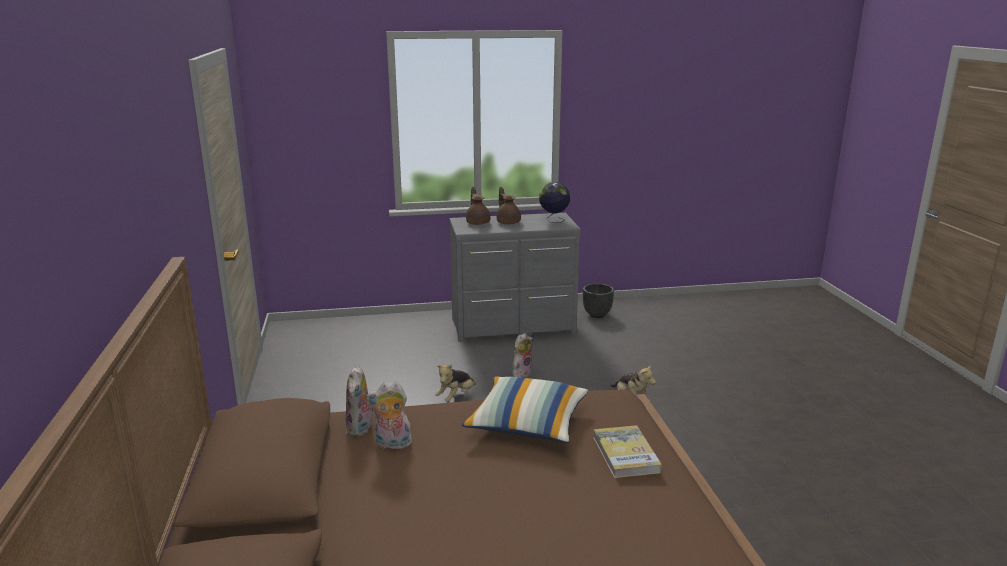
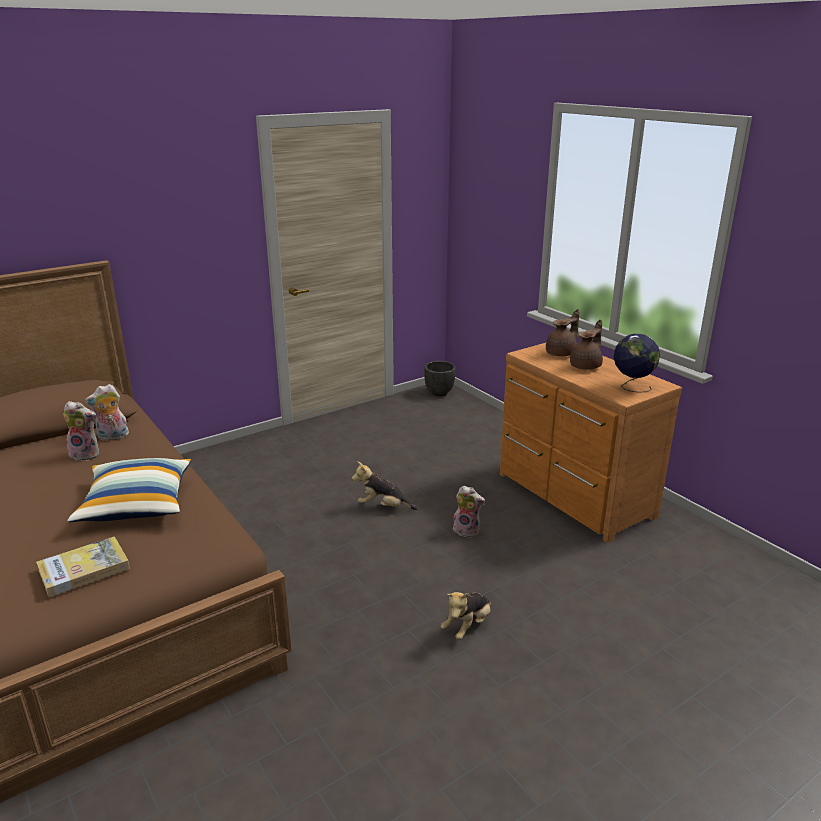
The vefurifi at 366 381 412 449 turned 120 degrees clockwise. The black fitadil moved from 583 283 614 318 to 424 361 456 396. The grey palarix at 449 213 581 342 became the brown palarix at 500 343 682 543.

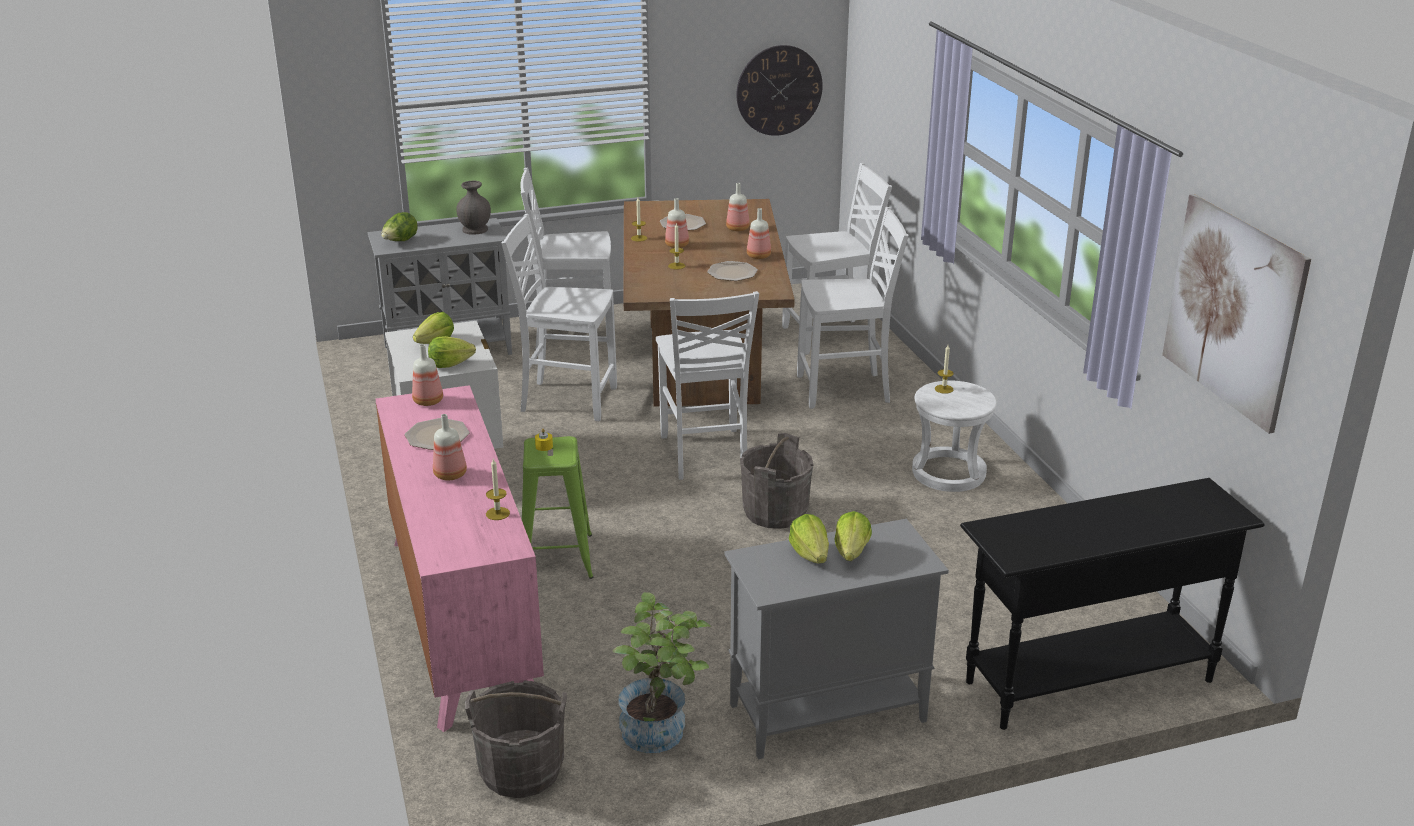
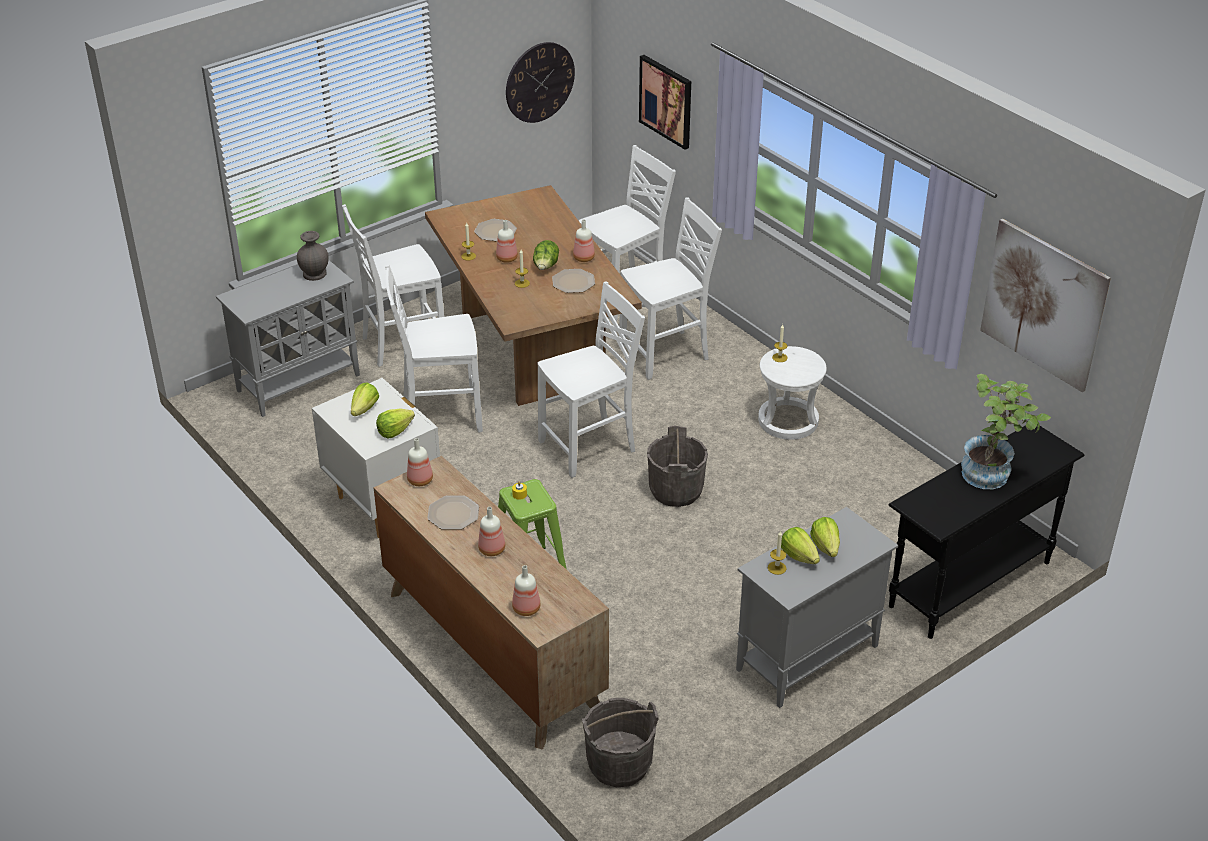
The pink palarix at 375 385 544 732 became the brown palarix at 373 456 609 750. The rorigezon moved from 726 183 750 231 to 512 565 540 616. The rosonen moved from 381 212 418 241 to 533 240 559 270. The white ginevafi at 656 291 759 480 turned 90 degrees counterclockwise. The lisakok at 639 55 691 150 appeared. The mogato moved from 486 458 510 520 to 768 530 787 575. The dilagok moved from 613 592 712 753 to 961 374 1051 489.

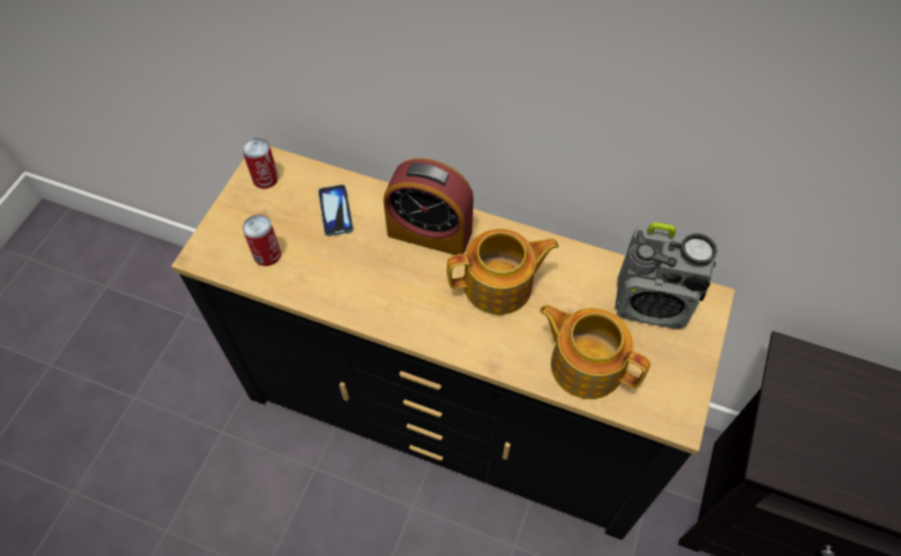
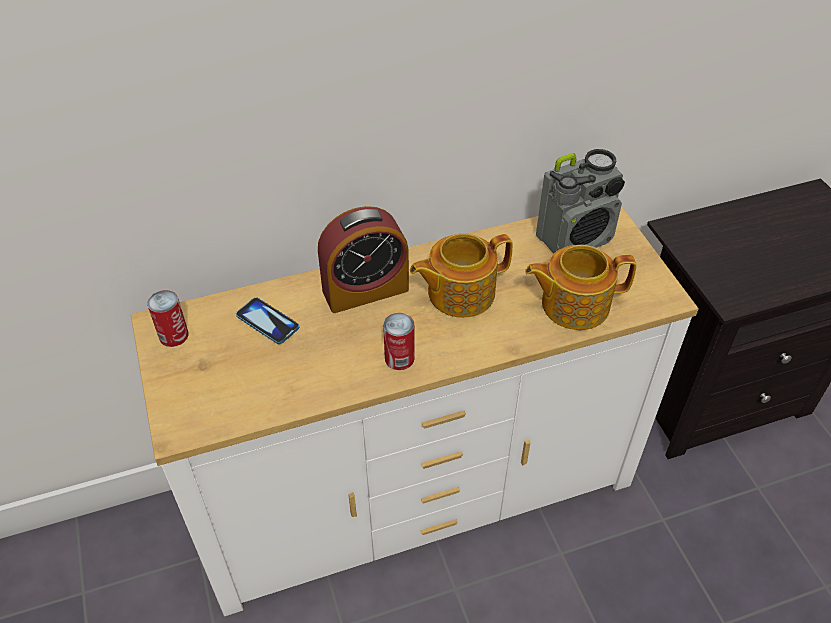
The black palarix at 171 146 735 540 became the white palarix at 131 206 699 616. The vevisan moved from 242 215 281 266 to 383 313 415 370. The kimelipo at 447 229 559 315 turned 150 degrees counterclockwise.

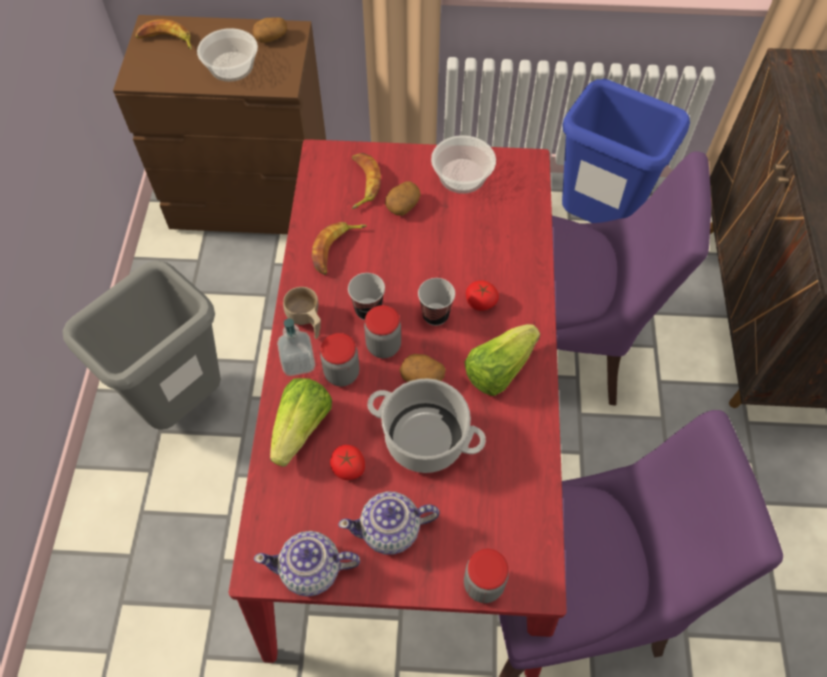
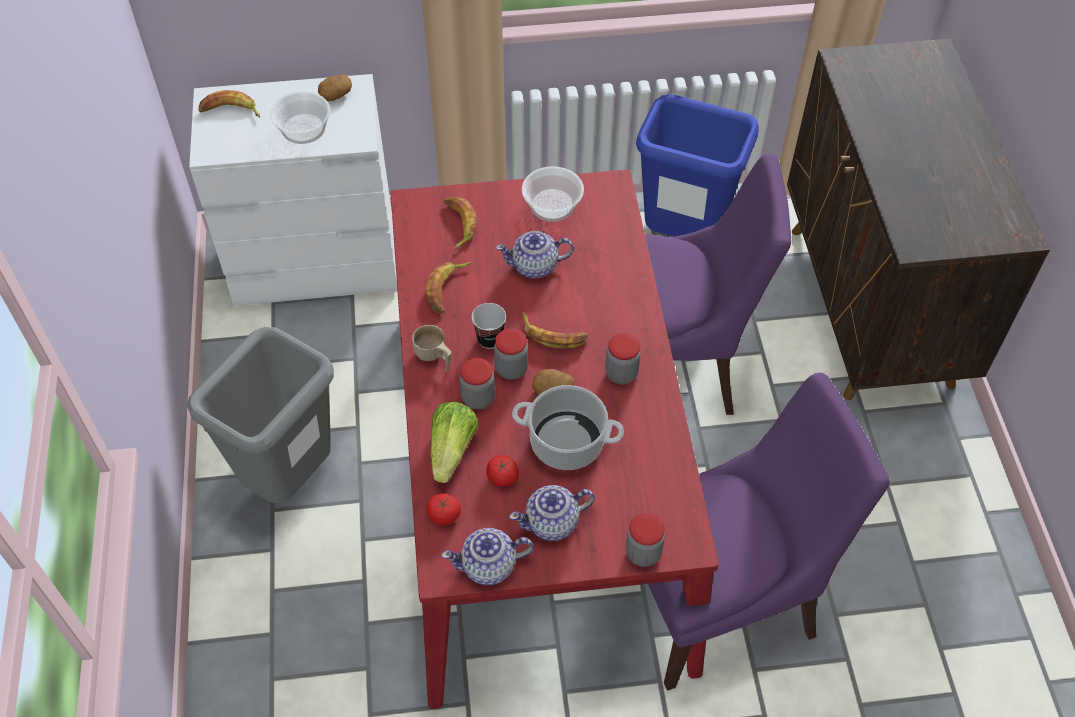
The brown palarix at 113 15 326 234 became the white palarix at 189 74 397 306. The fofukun moved from 466 280 499 311 to 426 493 461 526. The kimelipo at 496 231 574 278 appeared. The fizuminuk at 418 278 455 326 was replaced by the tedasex at 523 312 589 349. The rosonen at 465 324 540 396 was replaced by the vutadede at 605 333 641 384. The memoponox at 277 319 315 376 disappeared. The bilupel at 385 181 421 216 disappeared.

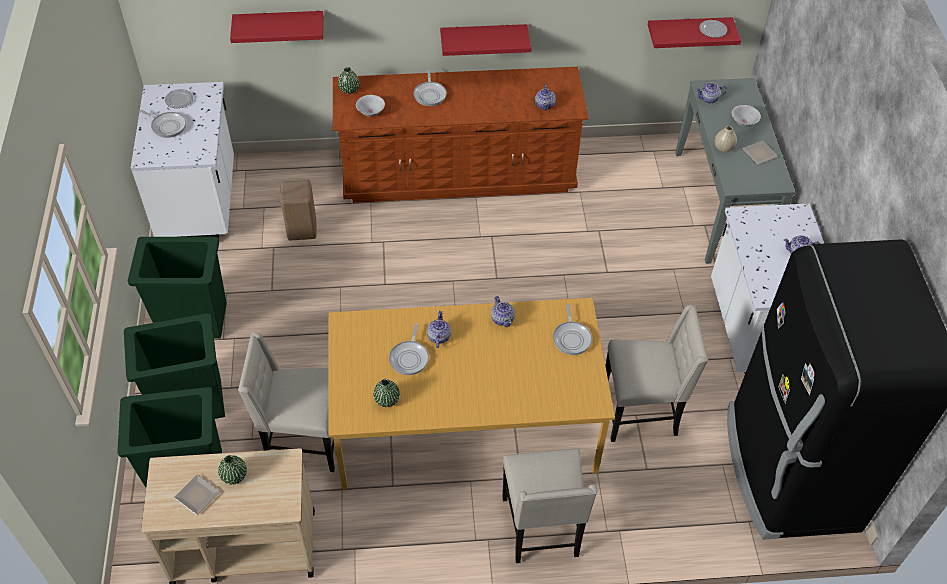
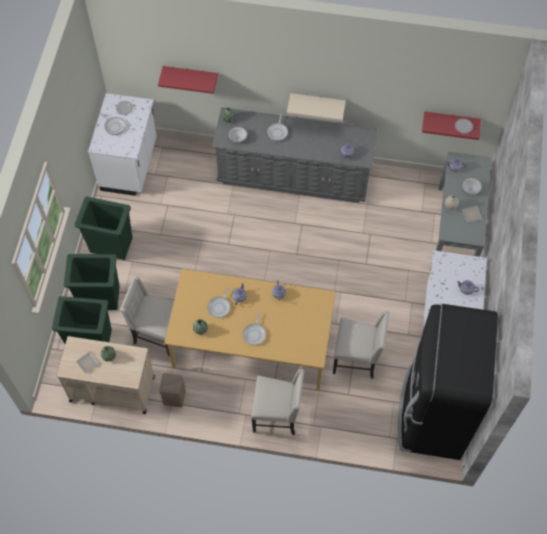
The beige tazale moved from 281 180 317 241 to 159 373 186 407. The brown palarix at 333 67 589 203 became the grey palarix at 212 107 377 203. The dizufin moved from 553 304 592 355 to 243 312 266 345. The beige ginevafi at 502 449 598 563 turned 90 degrees counterclockwise. The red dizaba at 440 24 531 56 became the beige dizaba at 287 93 346 121.

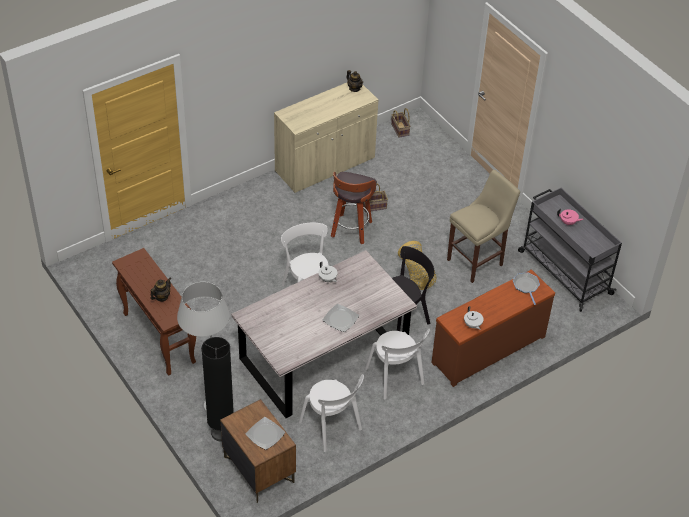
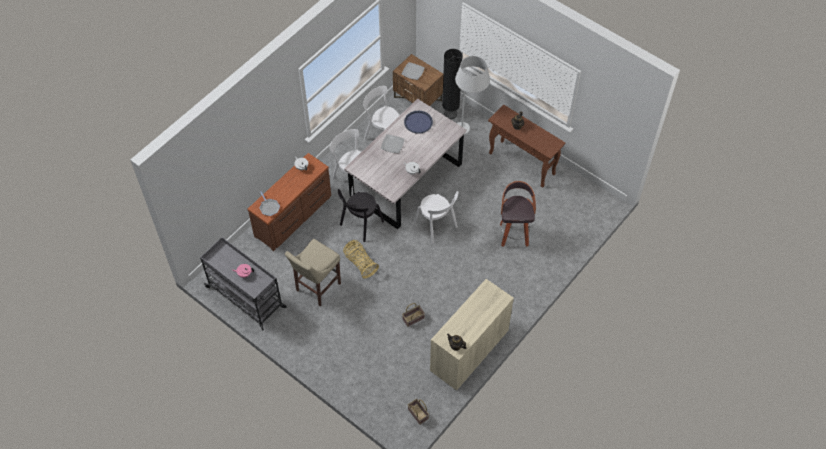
The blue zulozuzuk at 404 111 433 134 appeared. The tazale moved from 331 172 377 244 to 500 181 536 247.

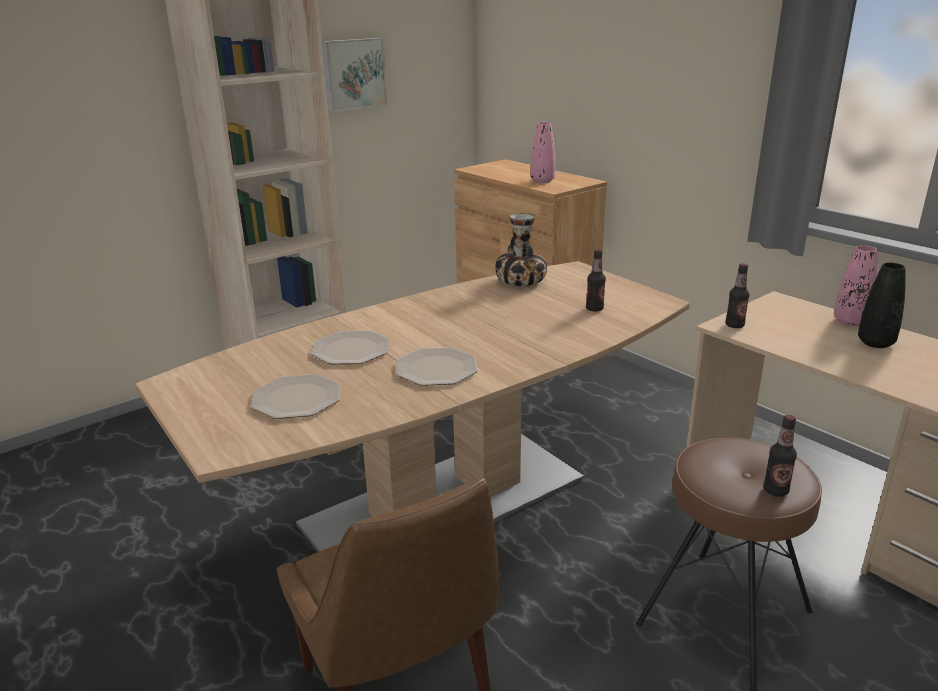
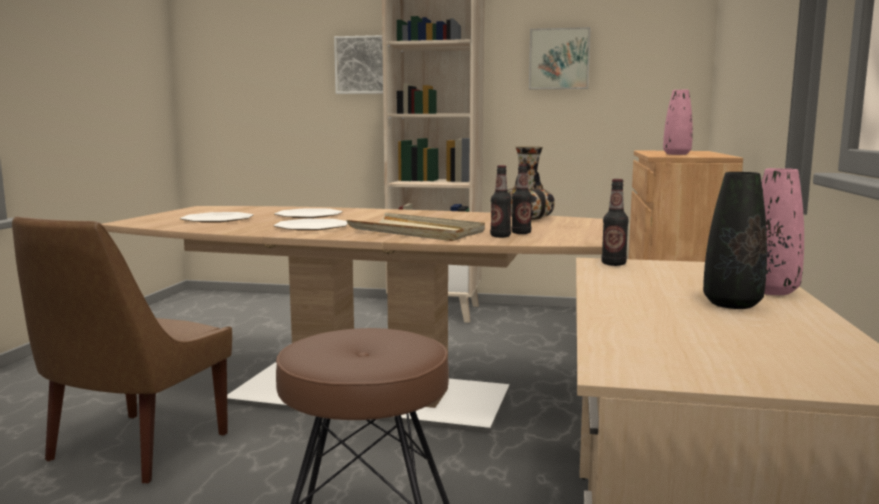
The lisakok at 334 35 383 94 appeared. The beige zulozuzuk at 346 213 485 241 appeared. The rorigezon moved from 763 415 797 497 to 490 165 512 238.

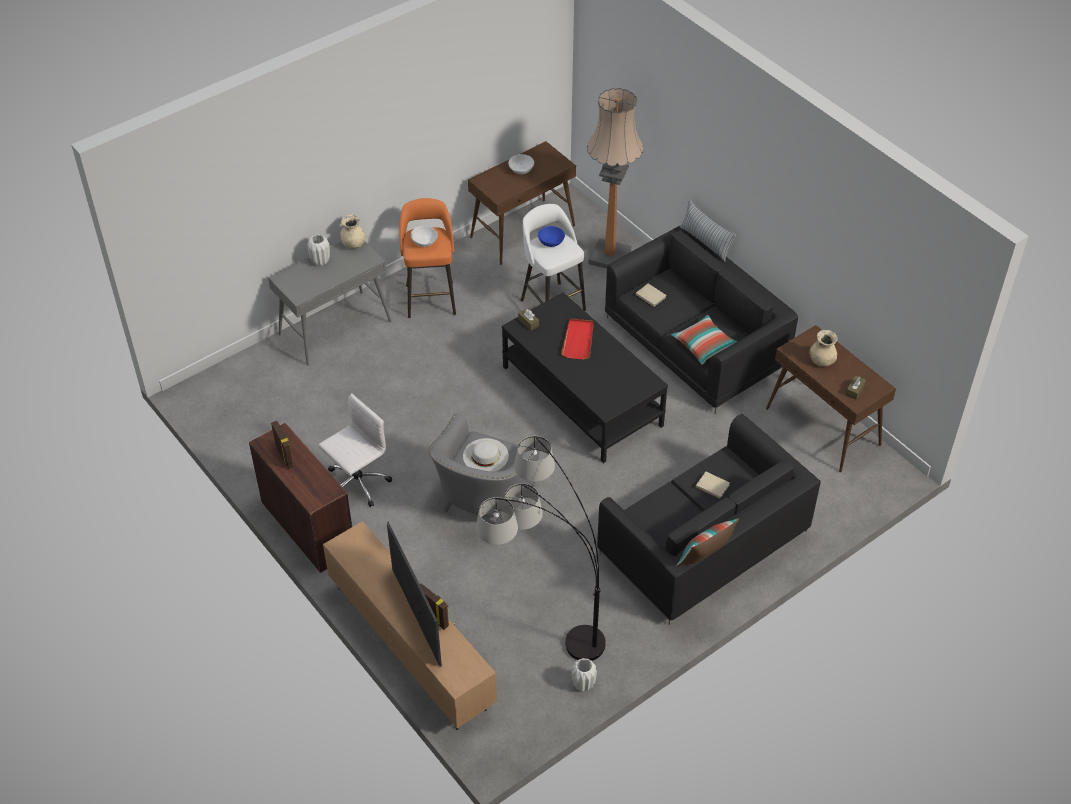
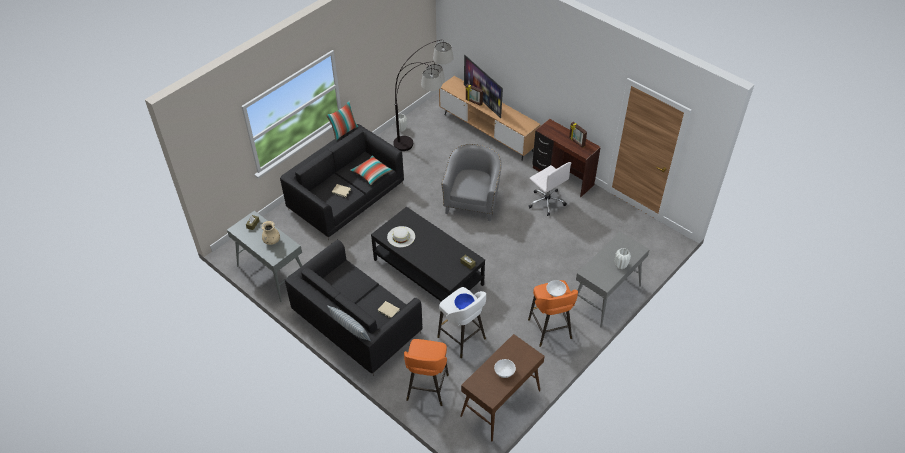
The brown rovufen at 766 325 896 472 became the grey rovufen at 227 211 302 302. The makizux moved from 671 314 737 365 to 350 155 392 185. The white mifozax moved from 463 438 509 472 to 387 226 415 247. The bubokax at 587 88 644 269 was replaced by the orange tazale at 404 339 449 406. The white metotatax at 318 393 392 507 turned 75 degrees counterclockwise. The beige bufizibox at 340 214 366 249 disappeared. The red zulozuzuk at 561 319 594 359 disappeared.

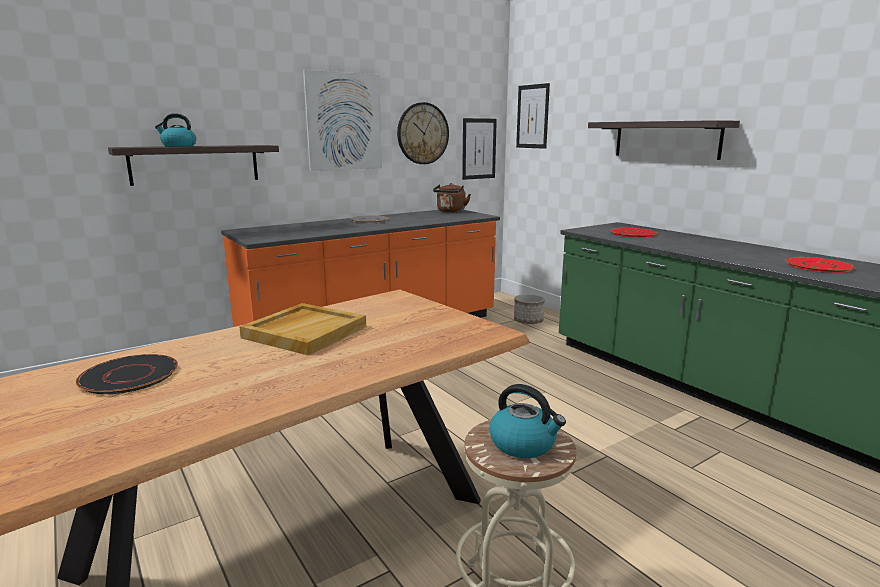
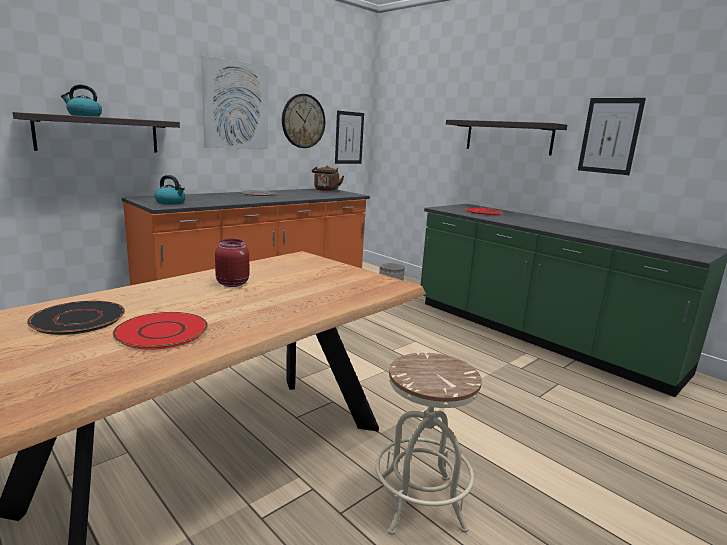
The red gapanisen moved from 785 257 855 273 to 113 312 208 349. The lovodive moved from 489 384 566 458 to 154 175 186 205. The beige zulozuzuk at 239 303 366 355 was replaced by the red vutadede at 215 239 249 287. The lisakok moved from 516 83 550 149 to 578 98 646 175.

